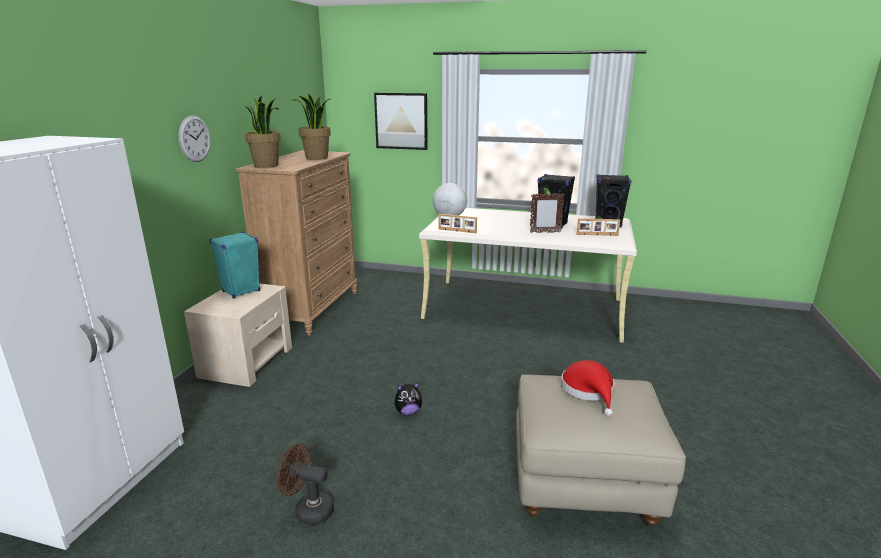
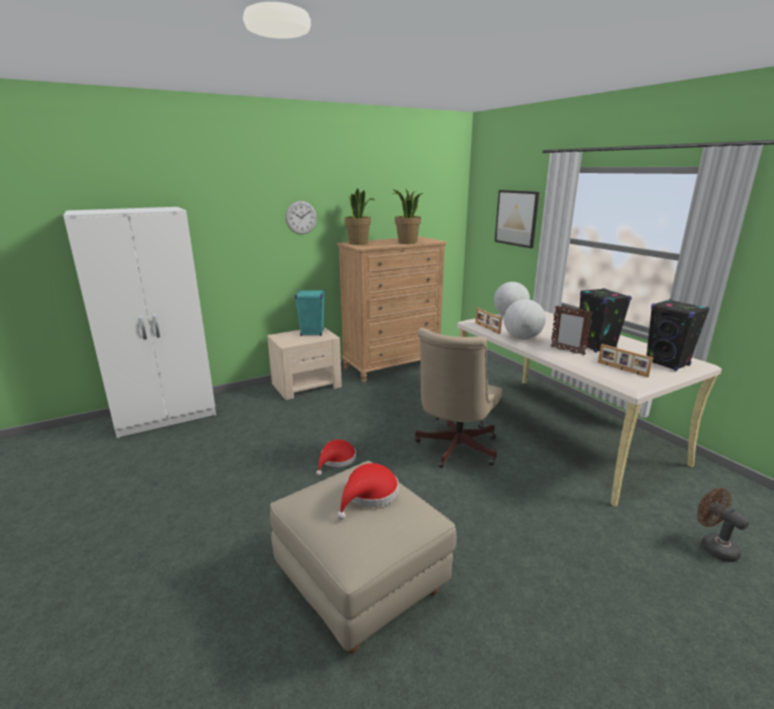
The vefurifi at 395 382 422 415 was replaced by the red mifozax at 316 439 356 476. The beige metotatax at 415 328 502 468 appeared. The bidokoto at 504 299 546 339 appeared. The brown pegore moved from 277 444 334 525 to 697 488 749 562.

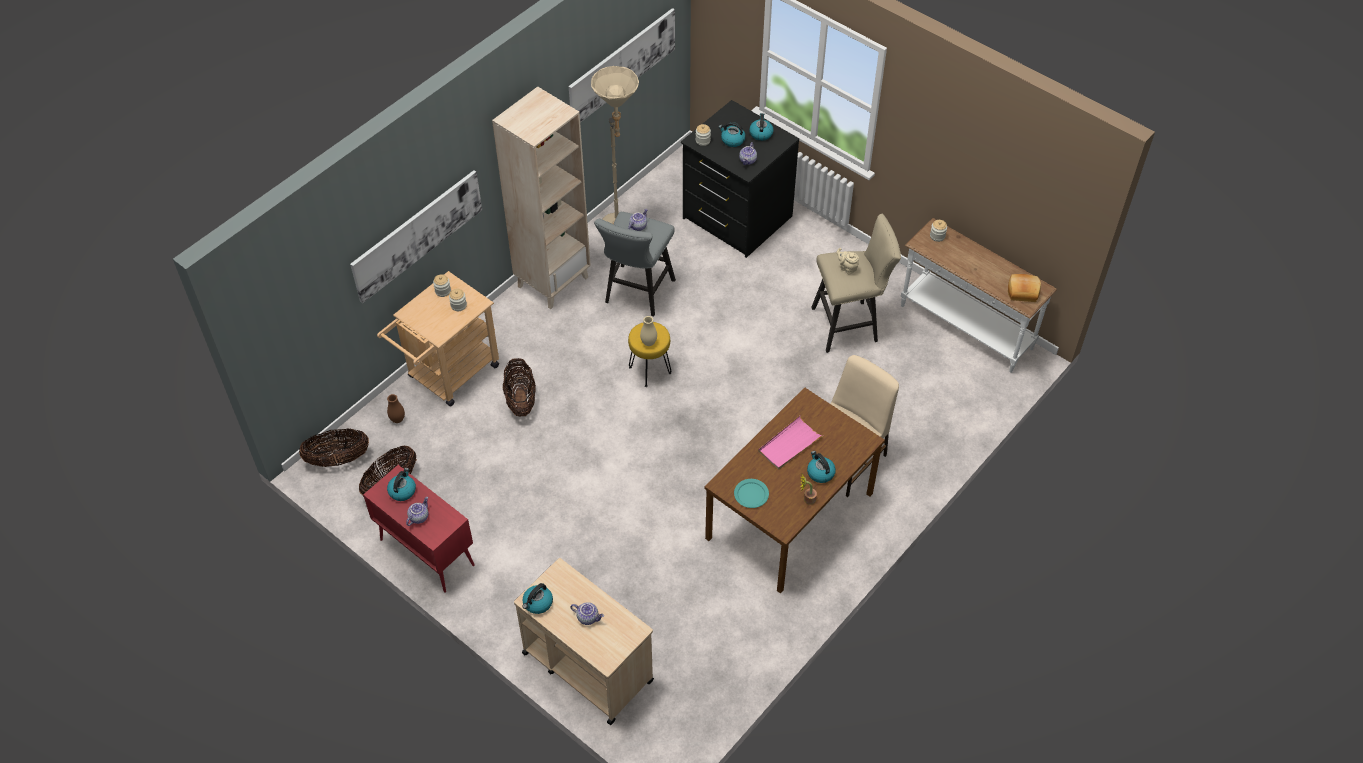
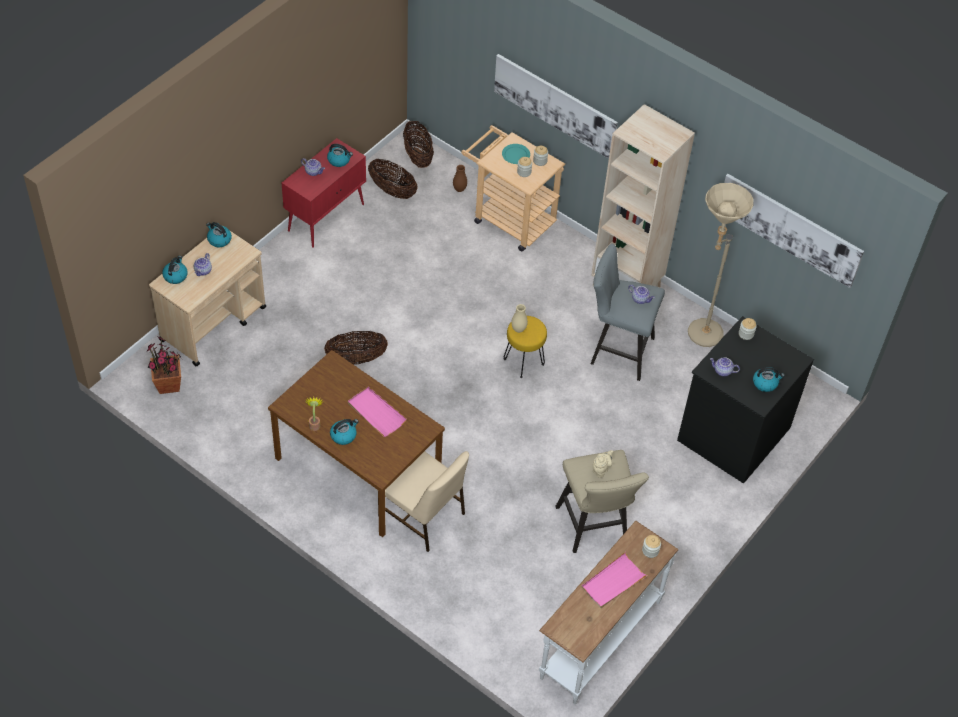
The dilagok at 146 337 182 394 appeared. The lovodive moved from 718 122 746 147 to 162 256 188 284. The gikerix moved from 503 358 536 416 to 324 331 388 364. The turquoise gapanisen moved from 734 479 769 508 to 502 144 530 164. The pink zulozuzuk at 581 552 648 608 appeared. The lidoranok at 1008 274 1041 302 disappeared.

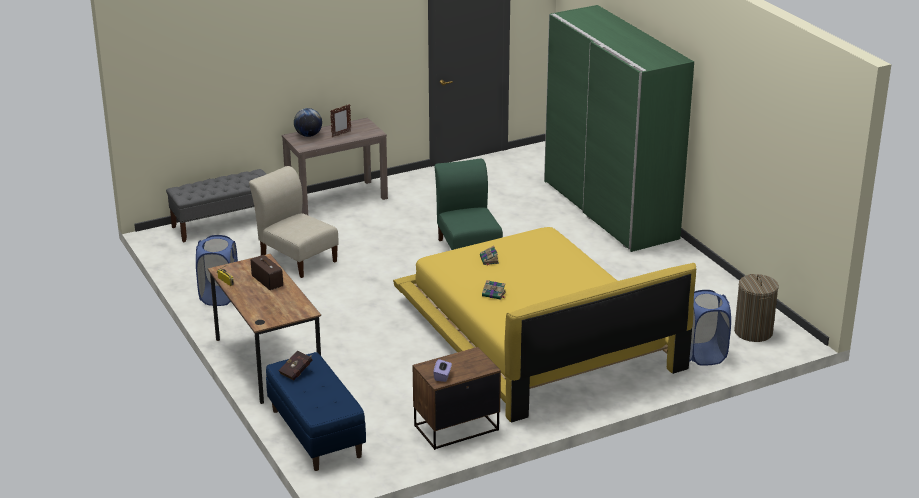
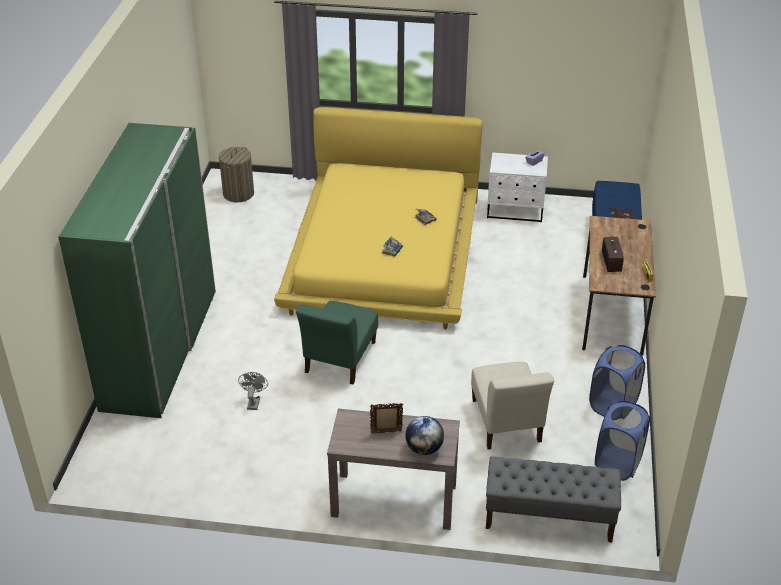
The grey pegore at 238 372 268 410 appeared. The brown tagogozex at 413 347 501 450 became the white tagogozex at 487 152 548 223. The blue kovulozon moved from 689 290 731 366 to 595 401 650 481.

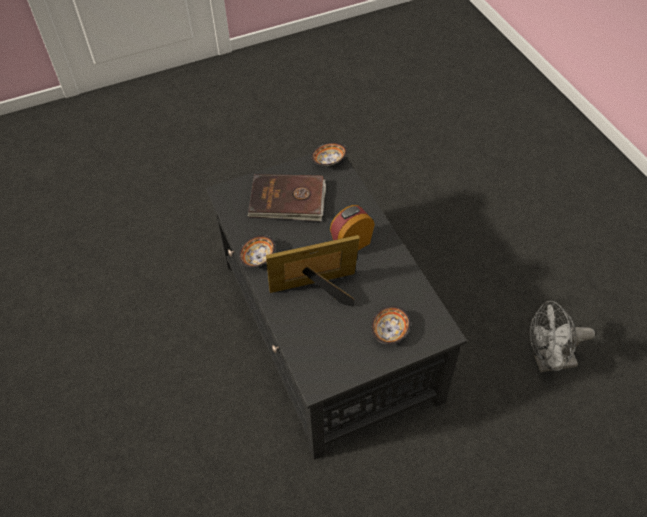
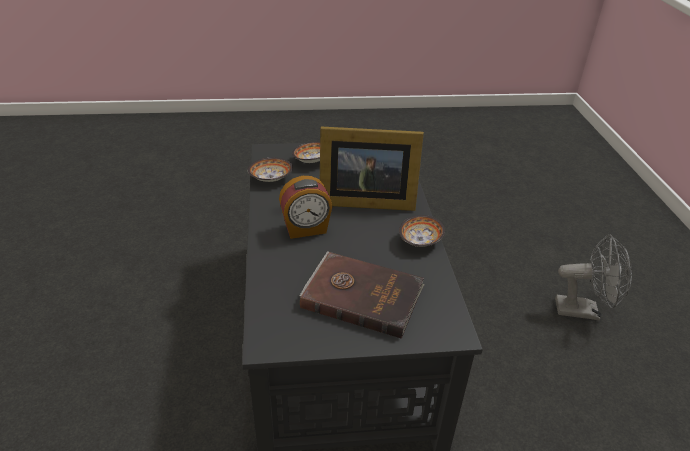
The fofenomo moved from 311 142 347 166 to 247 158 293 182. The grey pegore moved from 530 301 595 373 to 555 234 632 321.

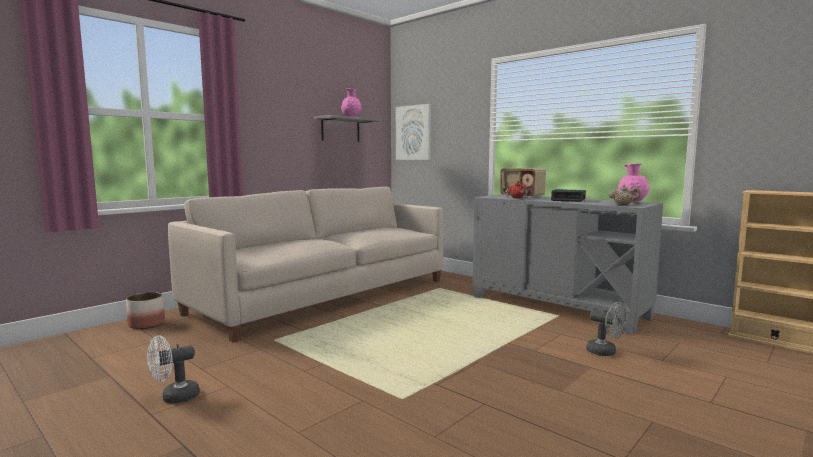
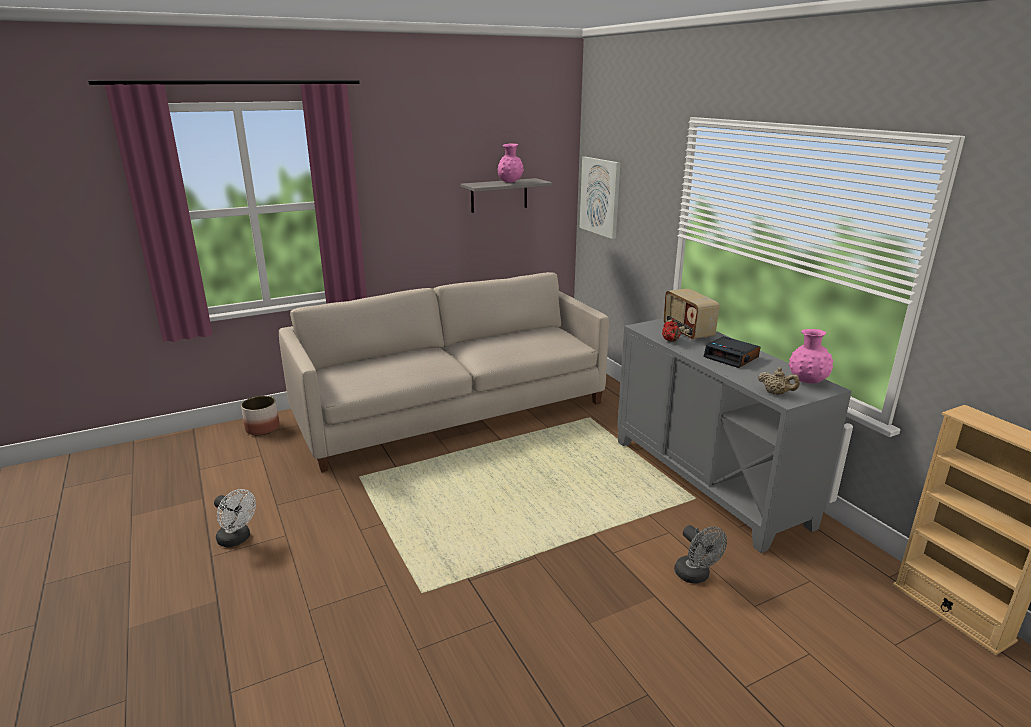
The white pegore at 147 336 200 404 turned 135 degrees counterclockwise.

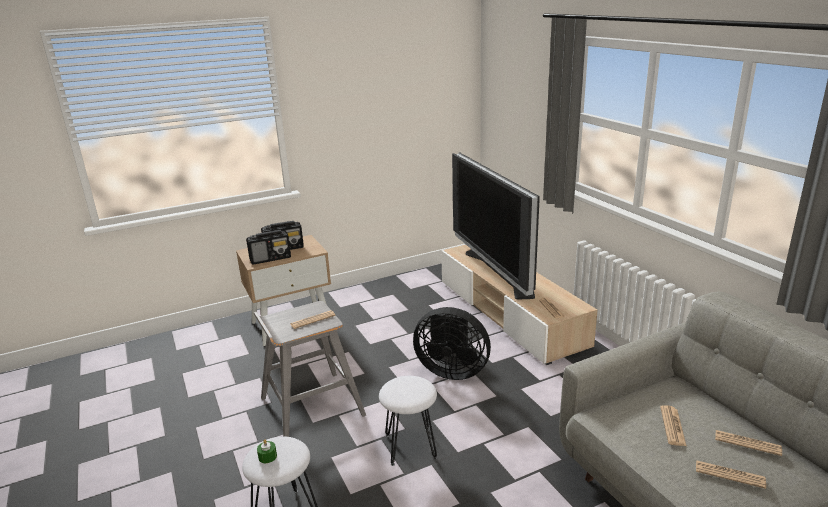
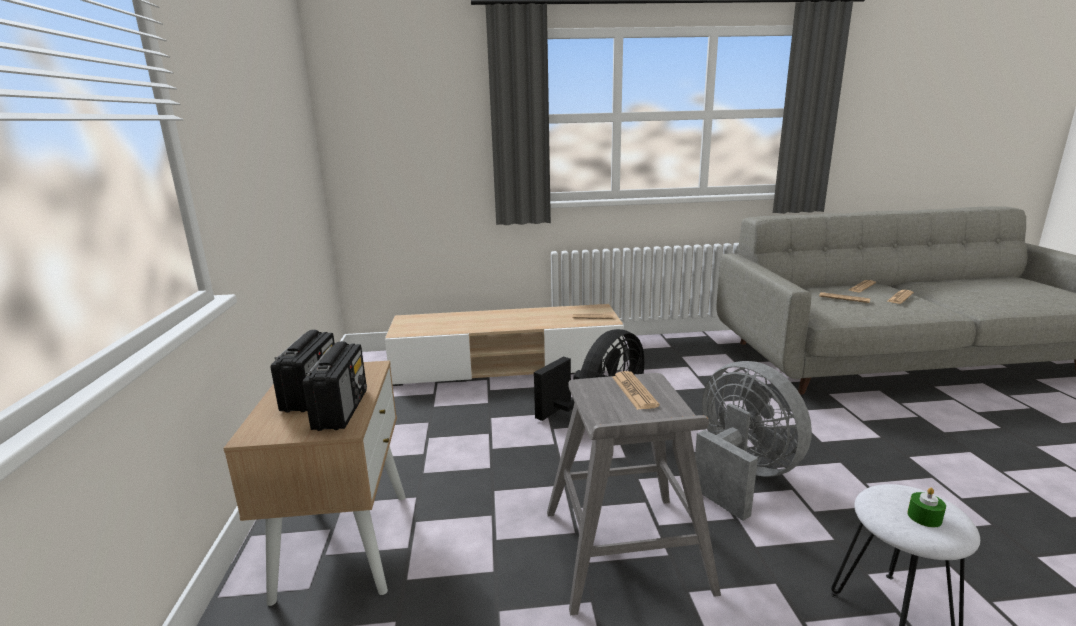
The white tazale at 379 376 437 466 was replaced by the grey pegore at 695 361 812 521. The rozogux at 452 152 540 299 disappeared.

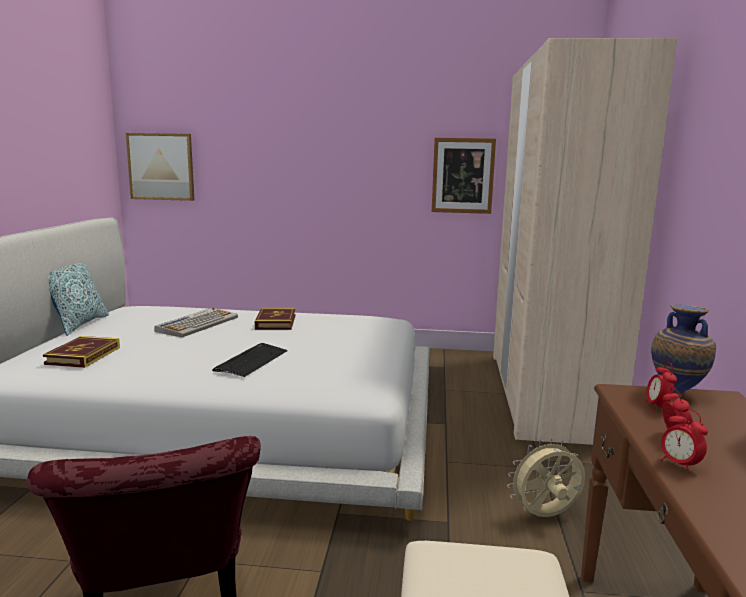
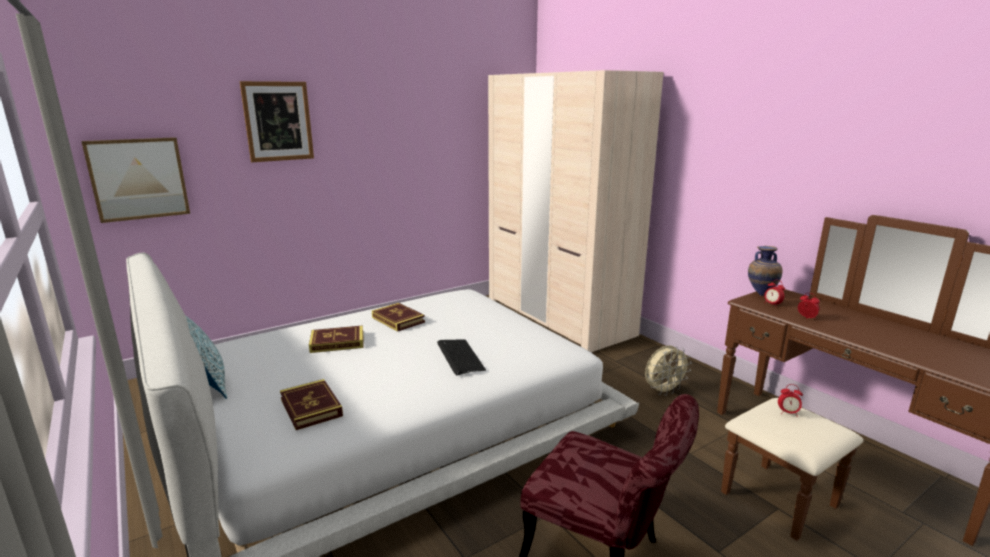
The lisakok moved from 432 138 496 214 to 240 81 314 162. The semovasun at 154 308 238 337 was replaced by the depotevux at 309 325 364 353. The beige pegore at 507 438 585 517 turned 150 degrees counterclockwise. The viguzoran moved from 661 409 708 473 to 778 384 803 417.

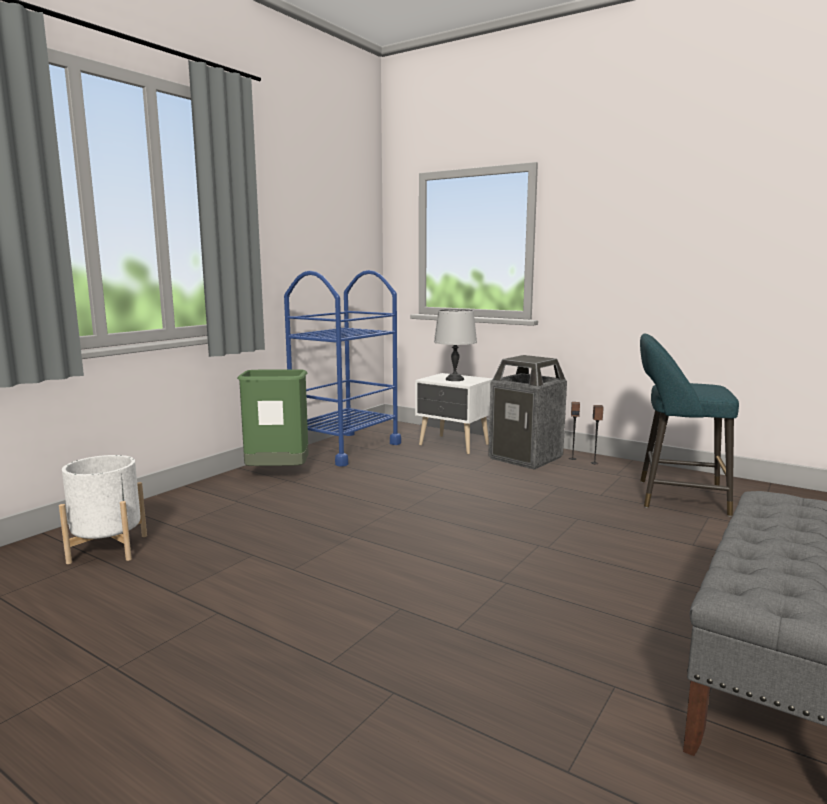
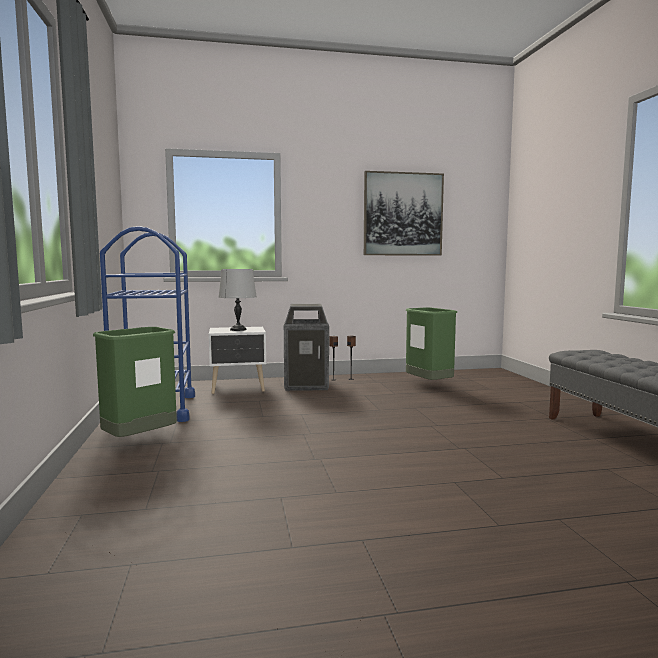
The lisakok at 364 171 444 256 appeared. The turquoise tazale at 640 333 739 517 was replaced by the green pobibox at 406 307 457 380. The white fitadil at 59 455 147 564 disappeared.

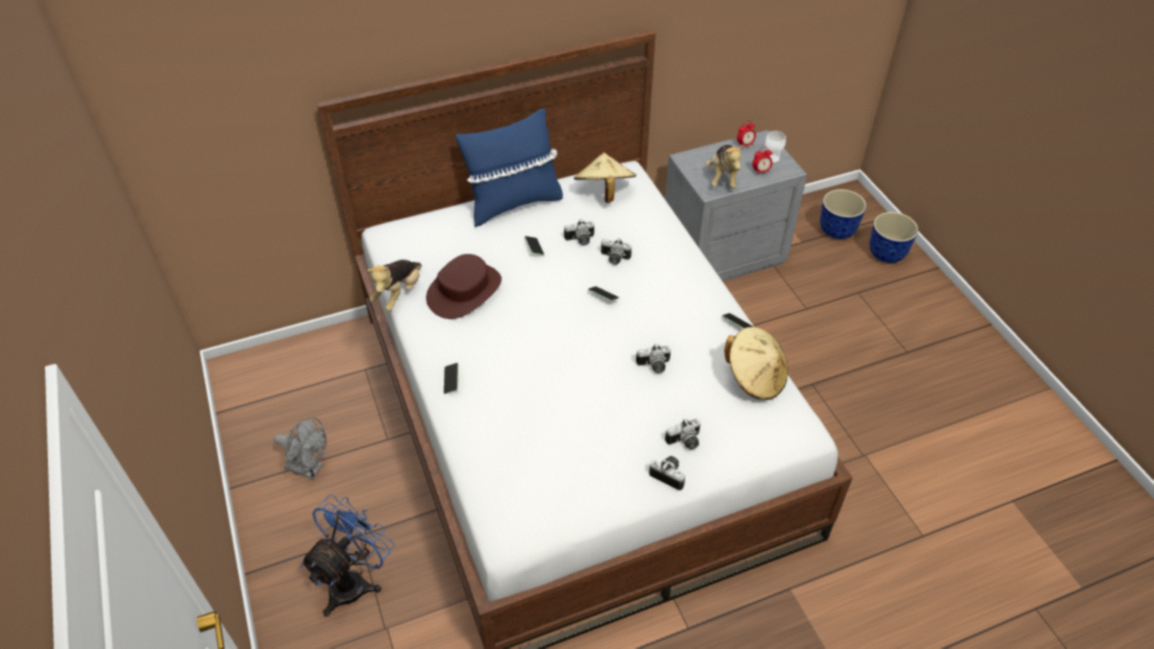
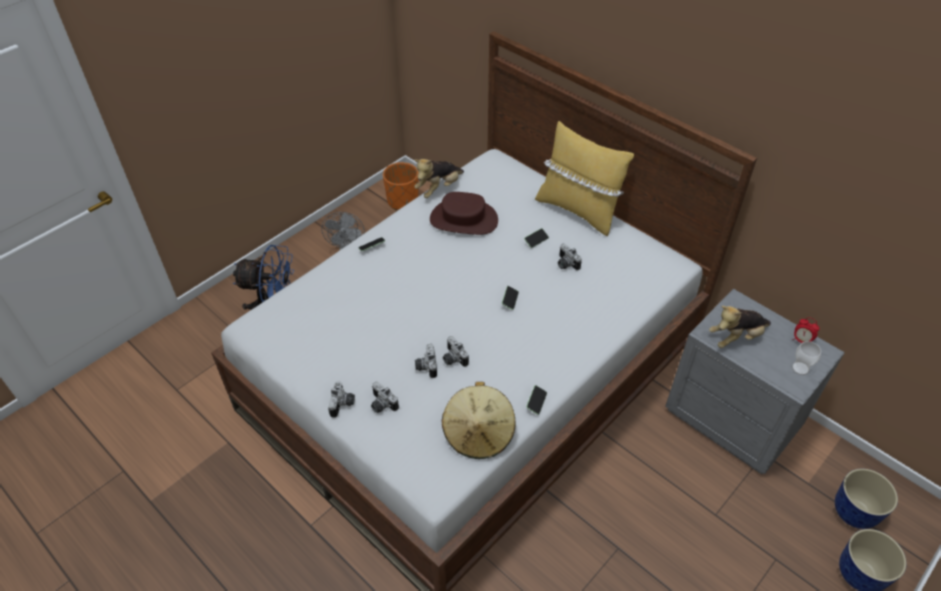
The orange fitadil at 383 162 418 210 appeared. The vefurifi at 367 260 422 311 turned 45 degrees counterclockwise. The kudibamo moved from 601 238 632 265 to 415 344 437 378. The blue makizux at 456 108 563 227 became the yellow makizux at 535 121 634 236. The beige mifozax at 574 153 636 203 disappeared. The viguzoran at 752 147 772 175 disappeared.

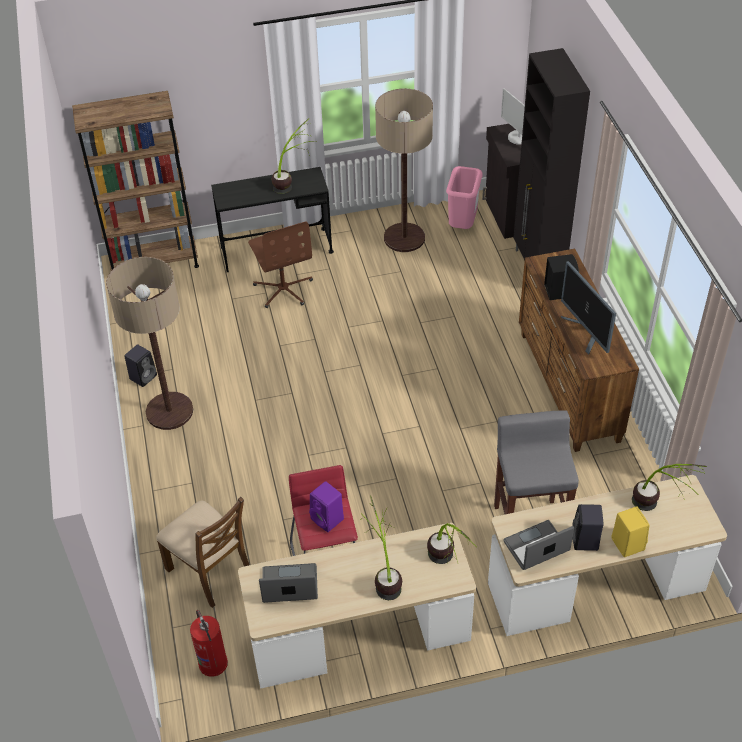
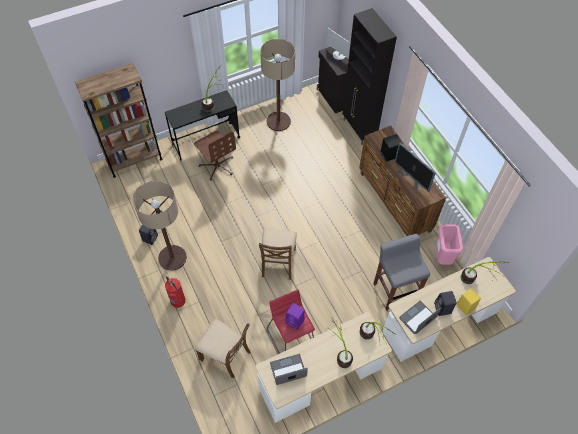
The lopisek moved from 190 610 228 677 to 165 276 186 308. The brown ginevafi at 259 229 297 280 appeared. The pink pobibox moved from 446 166 483 229 to 435 225 463 265.

